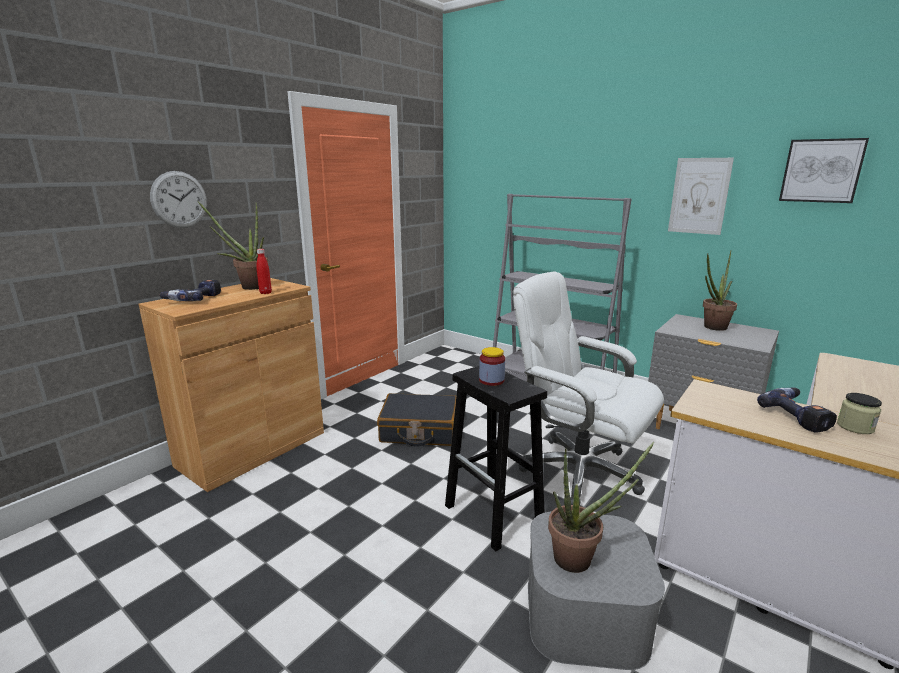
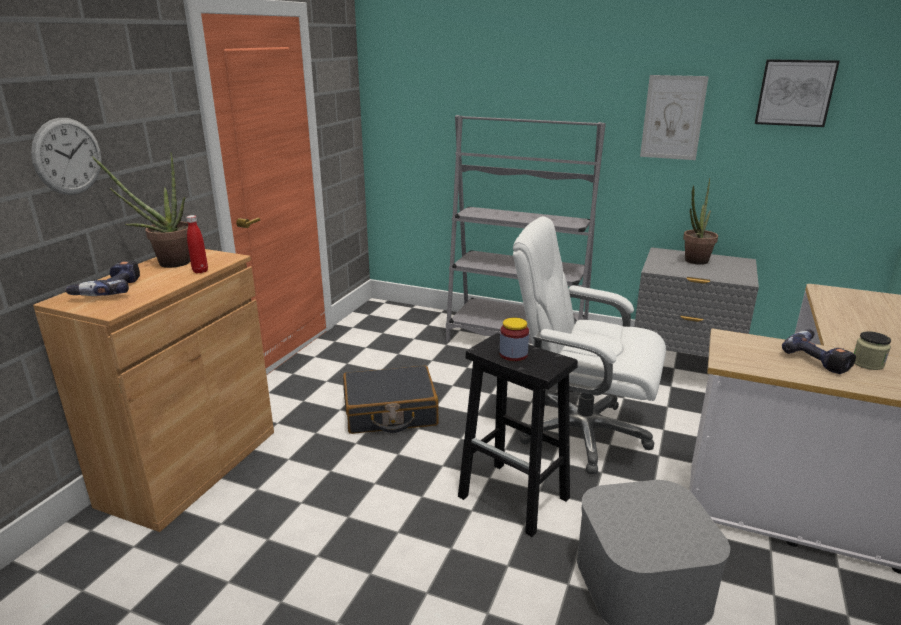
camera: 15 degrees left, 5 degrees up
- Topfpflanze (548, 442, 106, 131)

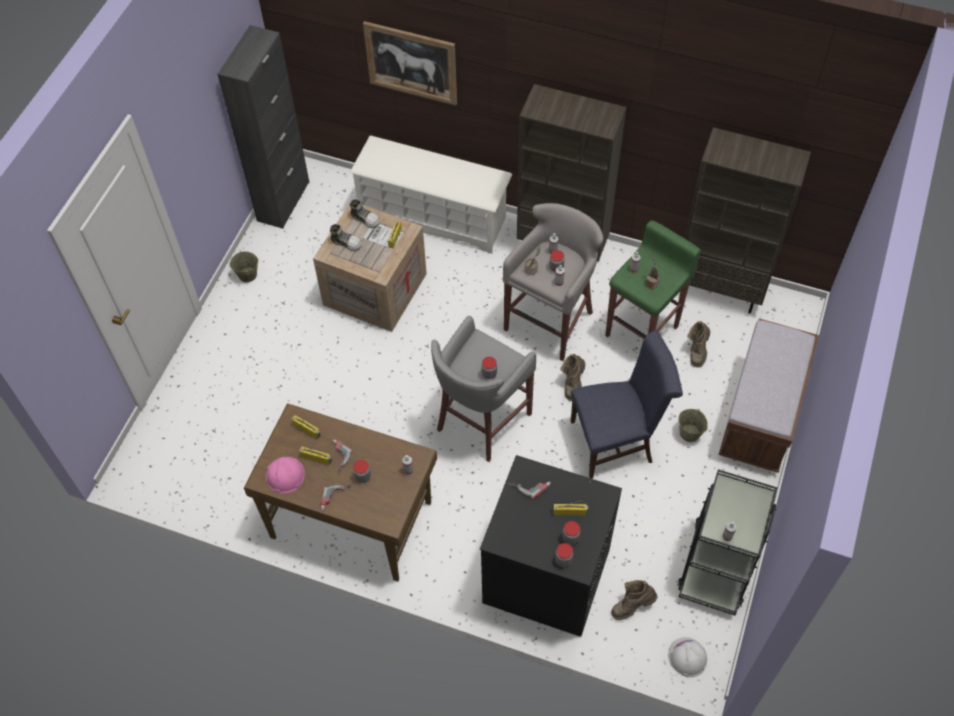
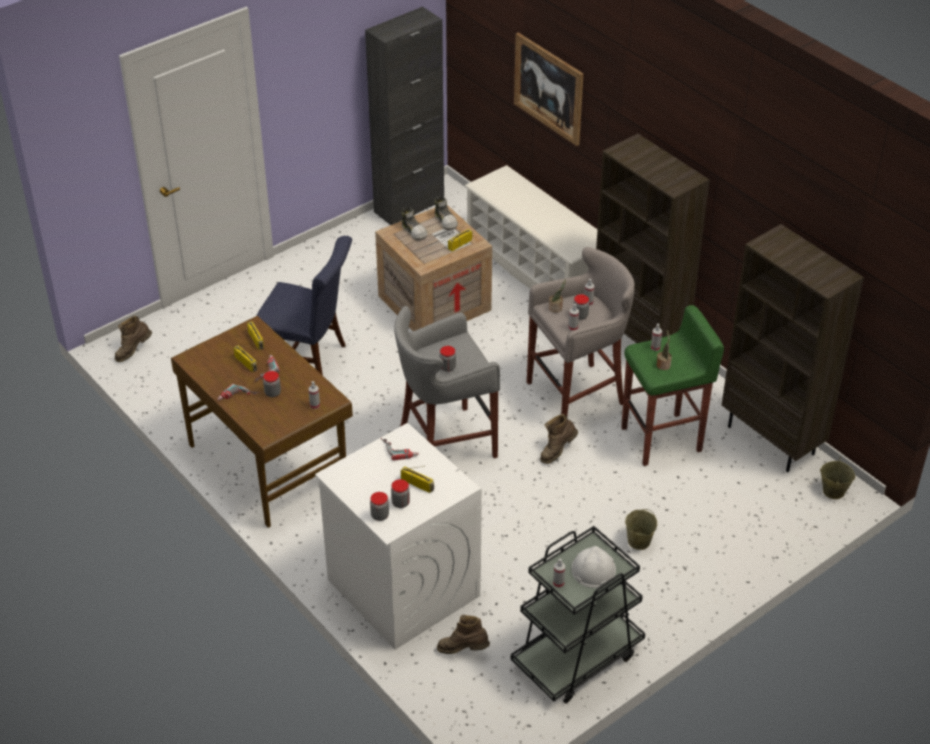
camera: 30 degrees right, 15 degrees down
~ Eimer [beige] (229, 251, 29, 31) to (820, 457, 35, 42)
- Schutzhelm [rosa] (266, 457, 39, 37)
~ Waschmaschine [schwarz] (480, 455, 142, 182) to Waschmaschine [weiß] (315, 423, 167, 227)
~ Stuhl [blau] (571, 330, 112, 149) to (256, 236, 96, 139)
~ Schutzhelm [weiß] (668, 637, 39, 40) to (571, 546, 45, 42)
~ Stiefel [braun] (688, 321, 22, 46) to (115, 316, 37, 46)
- Bank [braun] (718, 319, 101, 154)

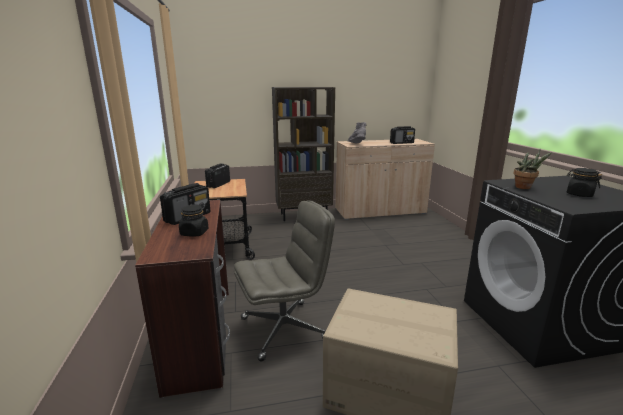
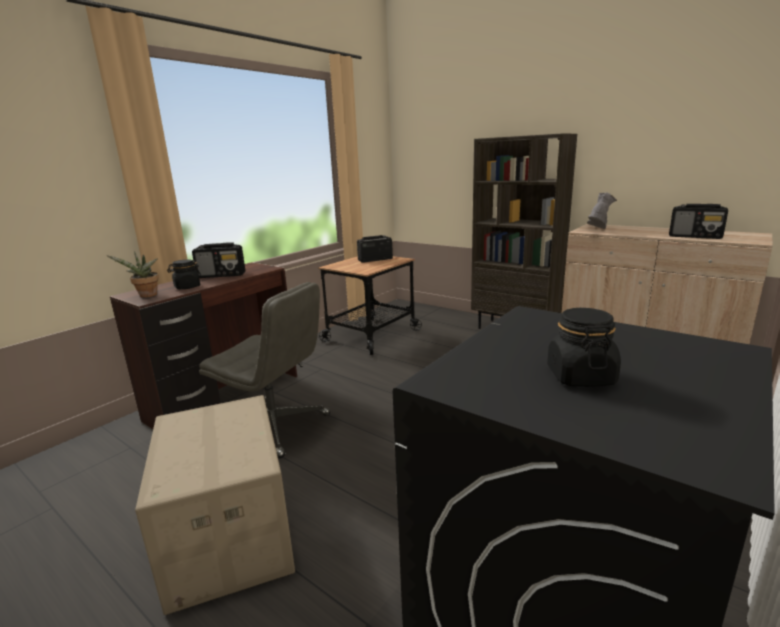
camera: 50 degrees right, 0 degrees up
~ Topfpflanze (513, 150, 39, 39) to (106, 251, 53, 47)

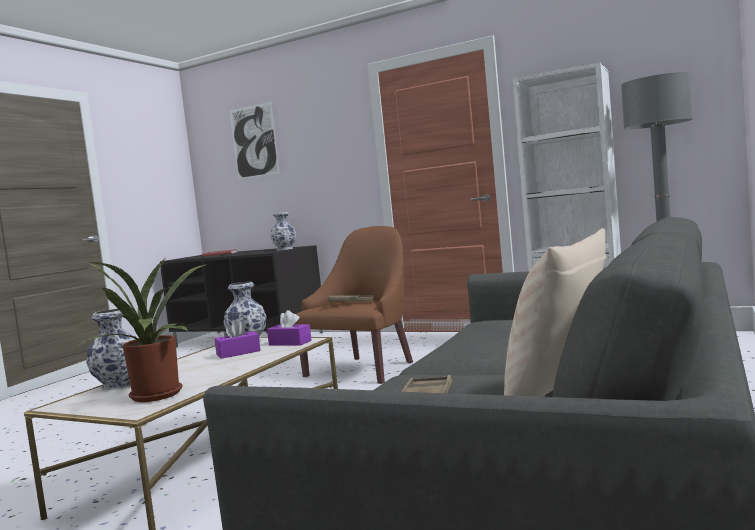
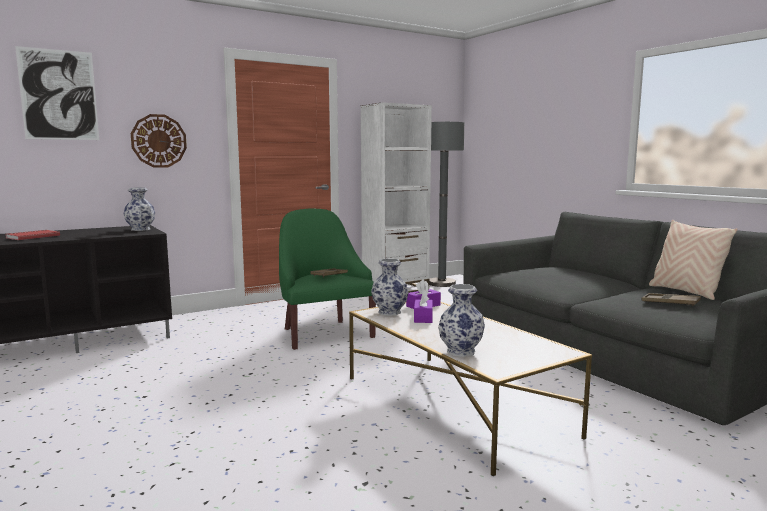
camera: 60 degrees left, 5 degrees up
- Topfpflanze (81, 259, 126, 143)
~ Sessel [braun] (295, 226, 118, 158) to Sessel [grün] (279, 209, 97, 141)
+ Wanduhr (131, 114, 56, 54)

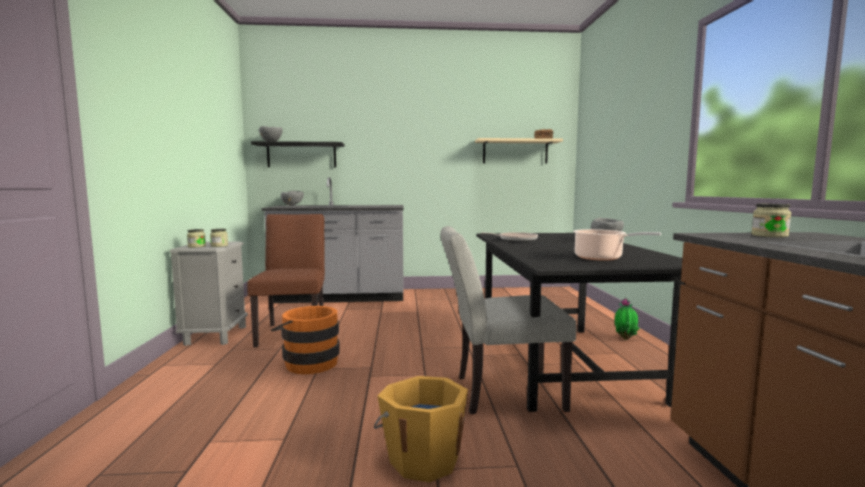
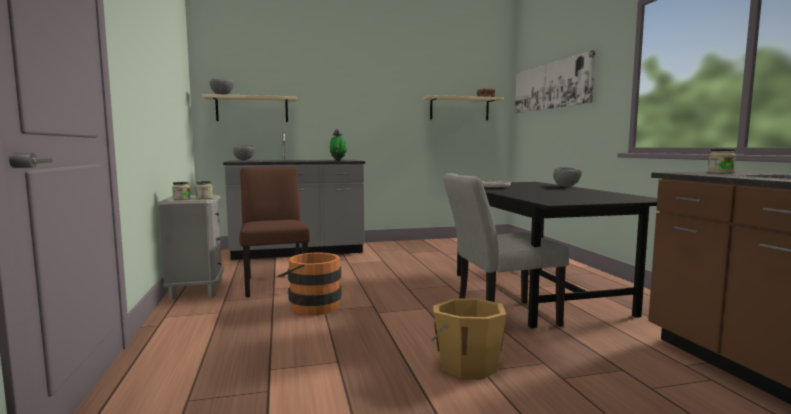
camera: 10 degrees left, 0 degrees up
~ Wandregal [schwarz] (251, 141, 93, 27) to Wandregal [beige] (202, 94, 95, 28)
- Kochtopf (573, 229, 88, 32)
~ Topfpflanze (615, 298, 25, 42) to (330, 130, 17, 31)
+ Bild (515, 50, 80, 64)

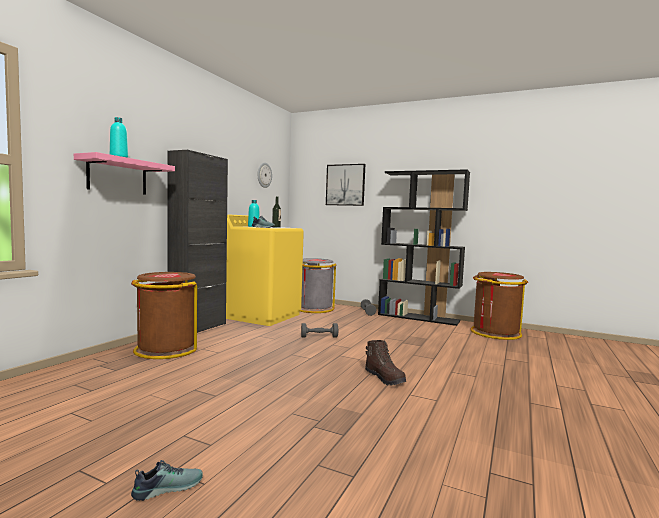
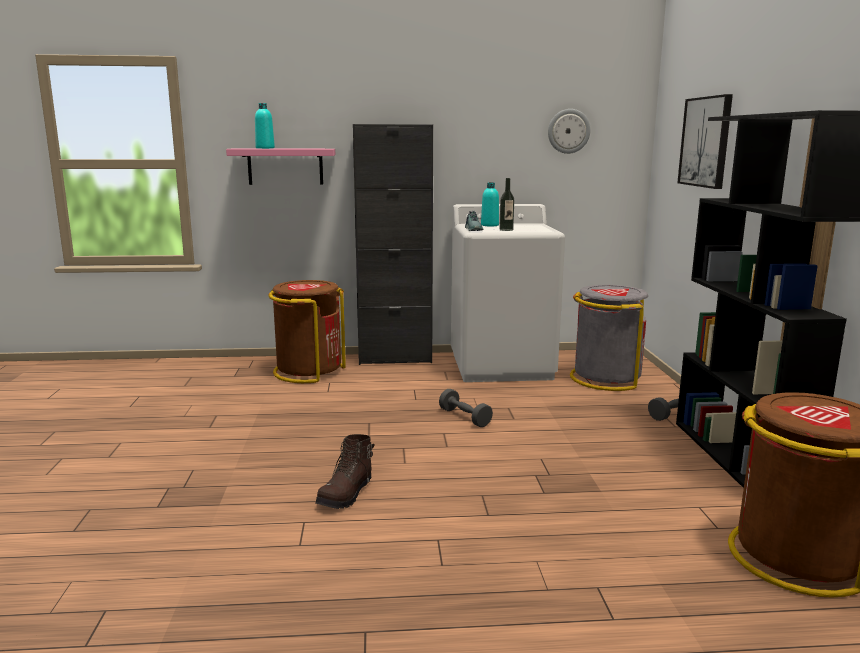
camera: 60 degrees right, 10 degrees up
- Schuh (131, 460, 72, 41)
~ Waschmaschine [gelb] (226, 214, 78, 112) to Waschmaschine [weiß] (451, 204, 114, 178)

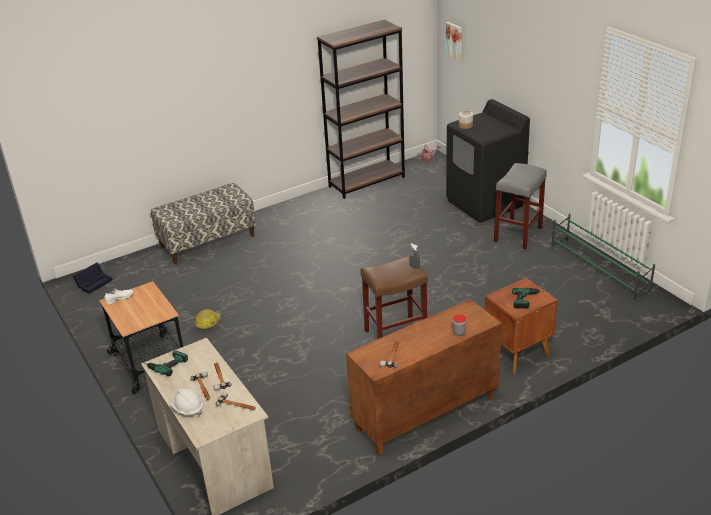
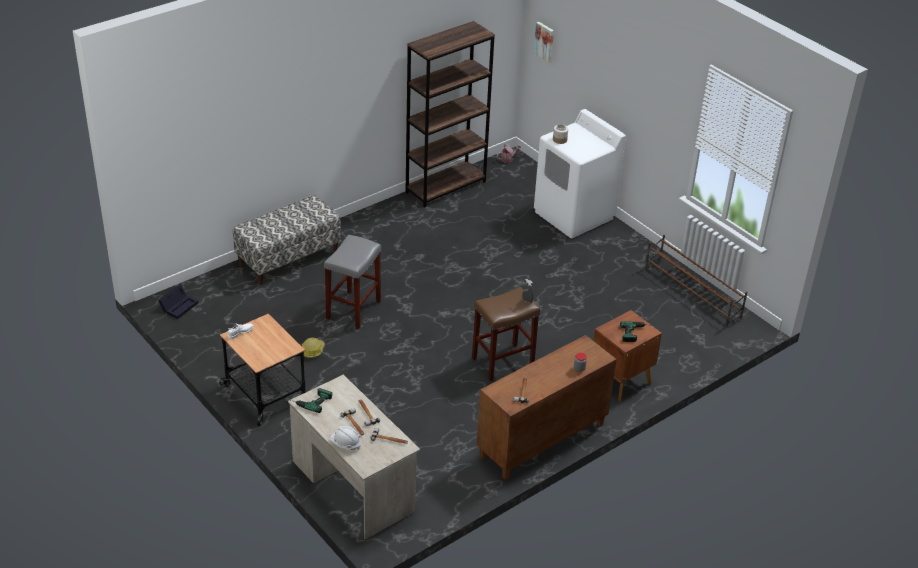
camera: 10 degrees left, 5 degrees up
~ Waschmaschine [schwarz] (446, 99, 84, 124) to Waschmaschine [weiß] (534, 109, 92, 129)
~ Hocker [grau] (494, 163, 53, 86) to (324, 235, 57, 94)
~ Schuhregal [grün] (551, 214, 104, 88) to Schuhregal [braun] (645, 235, 103, 92)

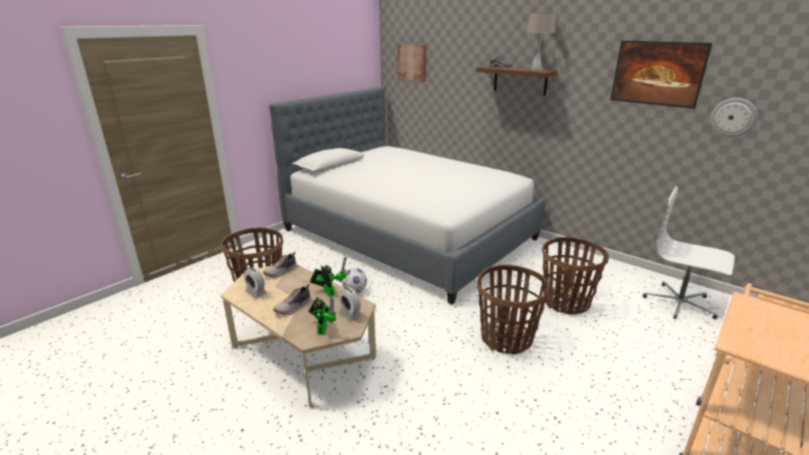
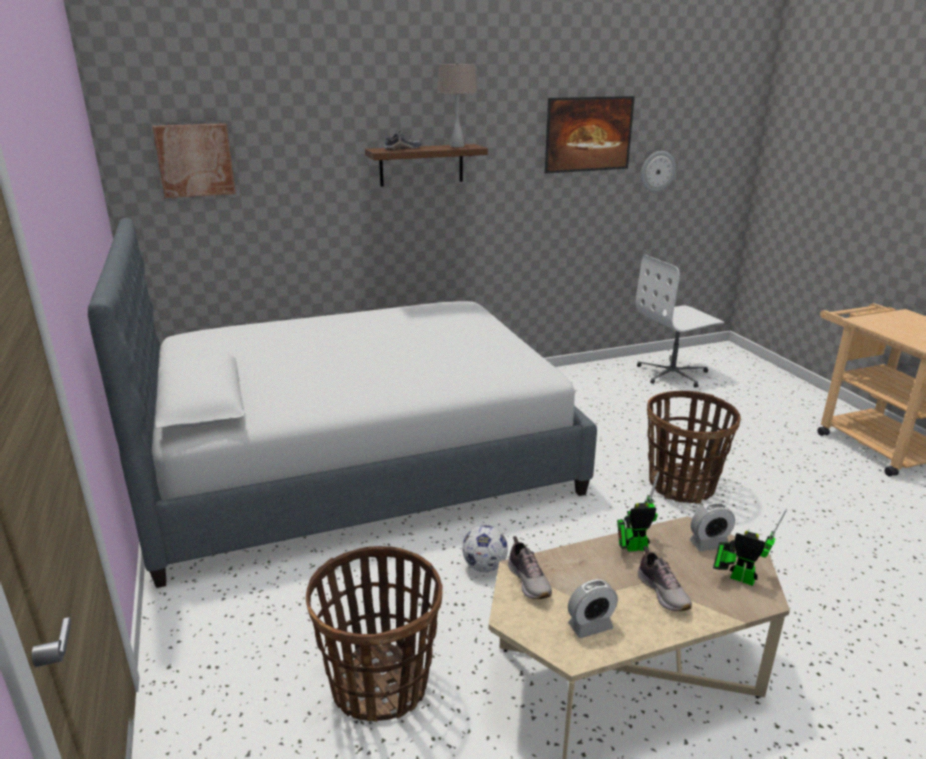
camera: 60 degrees left, 0 degrees up
- Korb (542, 237, 67, 78)

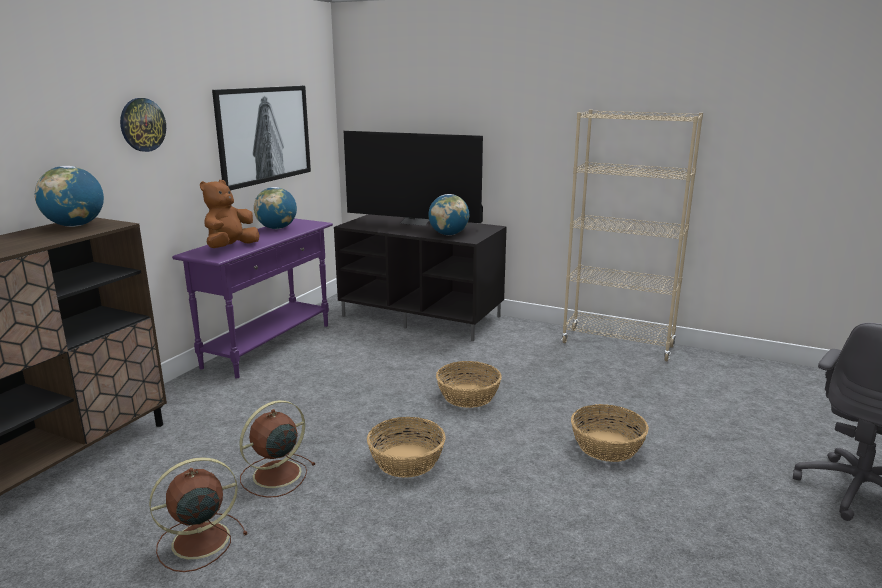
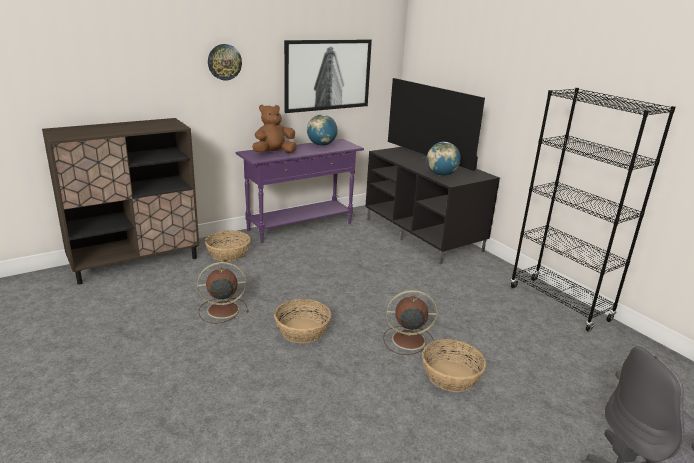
camera: 30 degrees right, 5 degrees up
- Globus (35, 166, 69, 61)
~ Ventilator [braun] (149, 457, 98, 115) to (383, 290, 54, 65)
~ Korb (436, 361, 66, 47) to (205, 231, 46, 31)
~ Bücherregal [beige] (561, 110, 142, 251) to Bücherregal [schwarz] (510, 88, 166, 244)

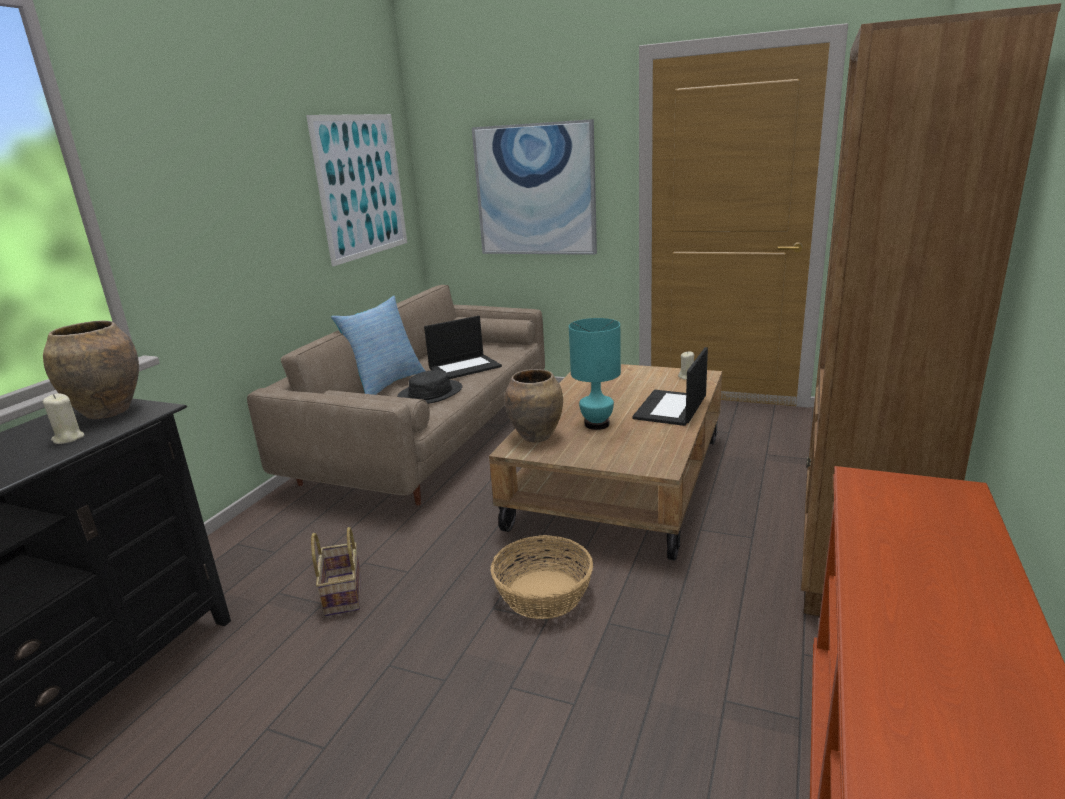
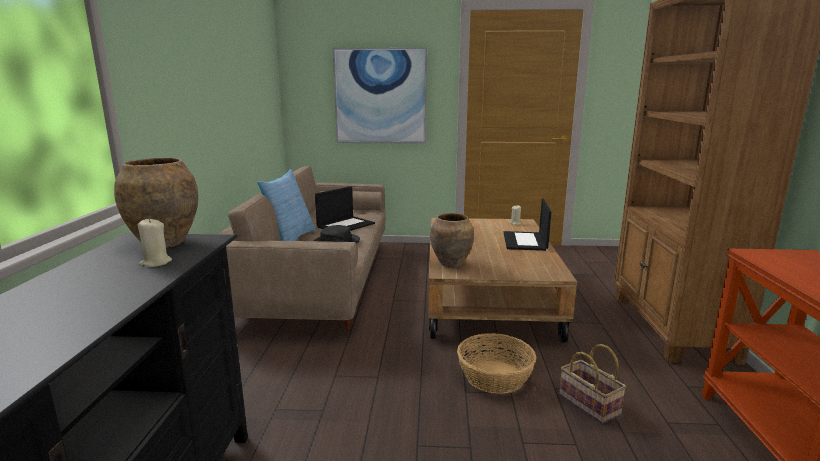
camera: 20 degrees left, 5 degrees down
- Bild (306, 114, 101, 152)
~ Korb (311, 527, 50, 89) to (559, 344, 67, 80)
- Tischlampe [türkis] (569, 318, 52, 112)

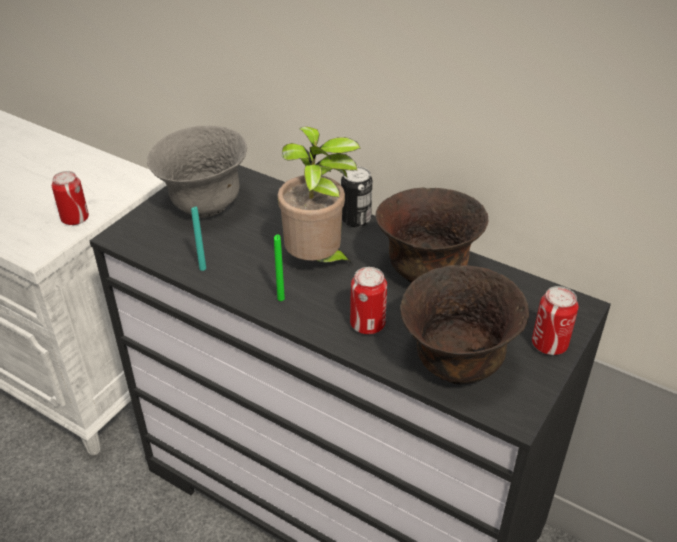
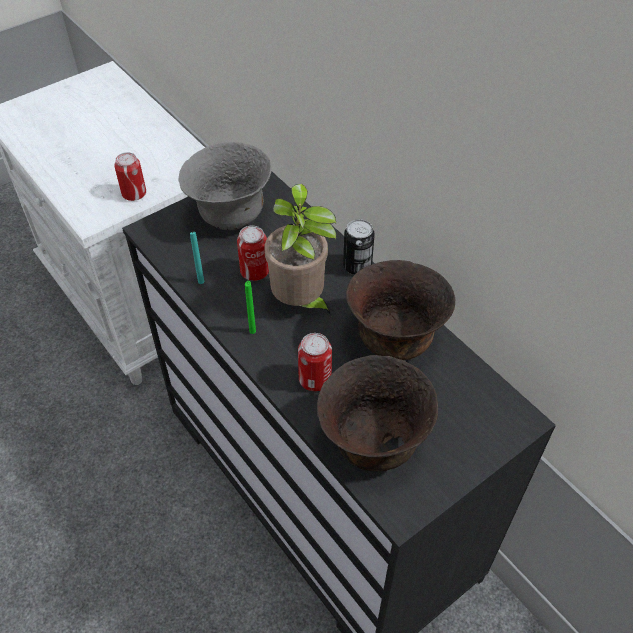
camera: 20 degrees right, 10 degrees up
~ Dose (532, 286, 46, 69) to (237, 226, 32, 55)

